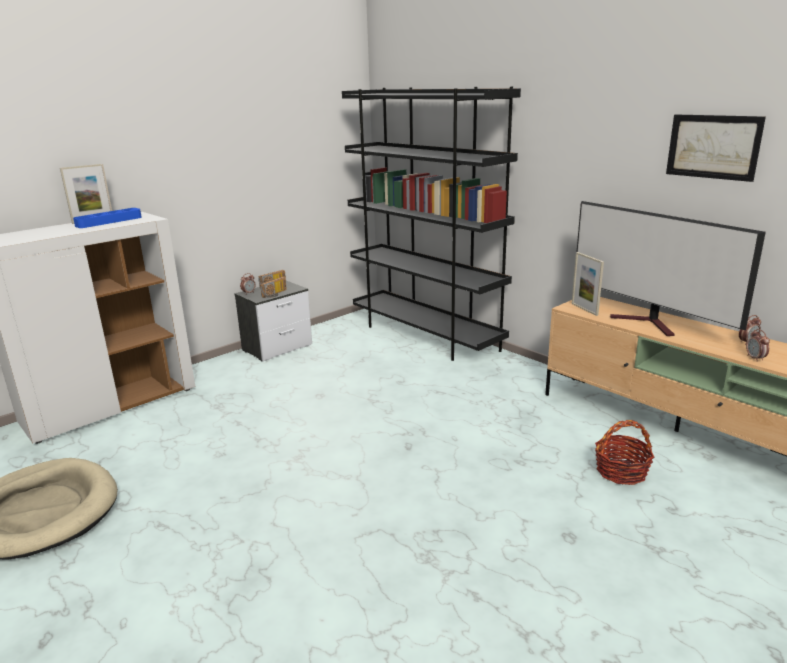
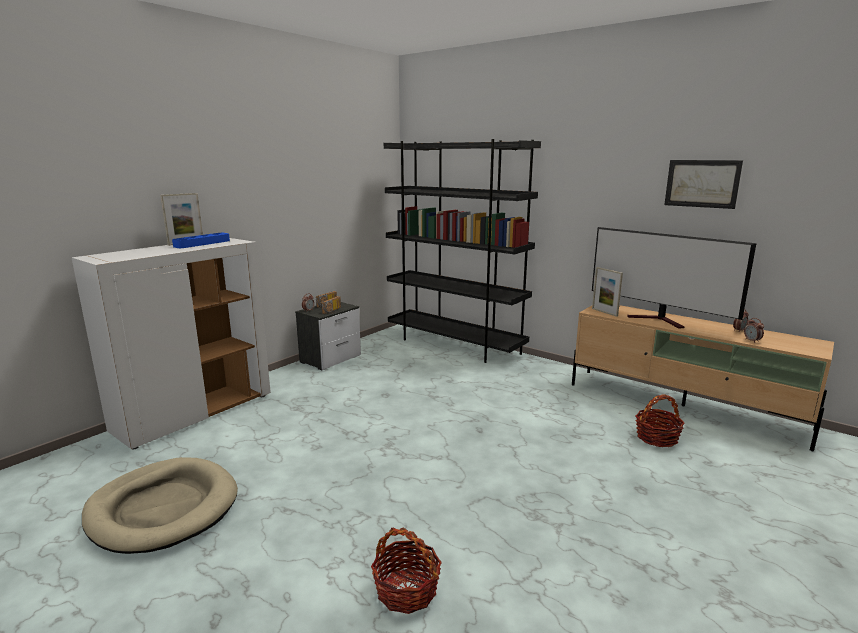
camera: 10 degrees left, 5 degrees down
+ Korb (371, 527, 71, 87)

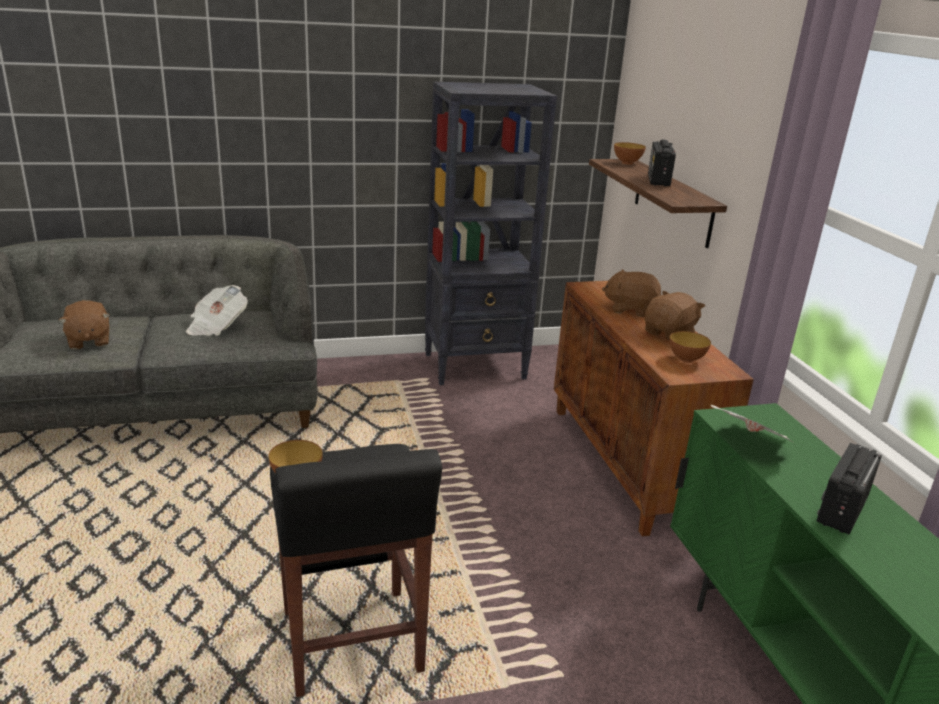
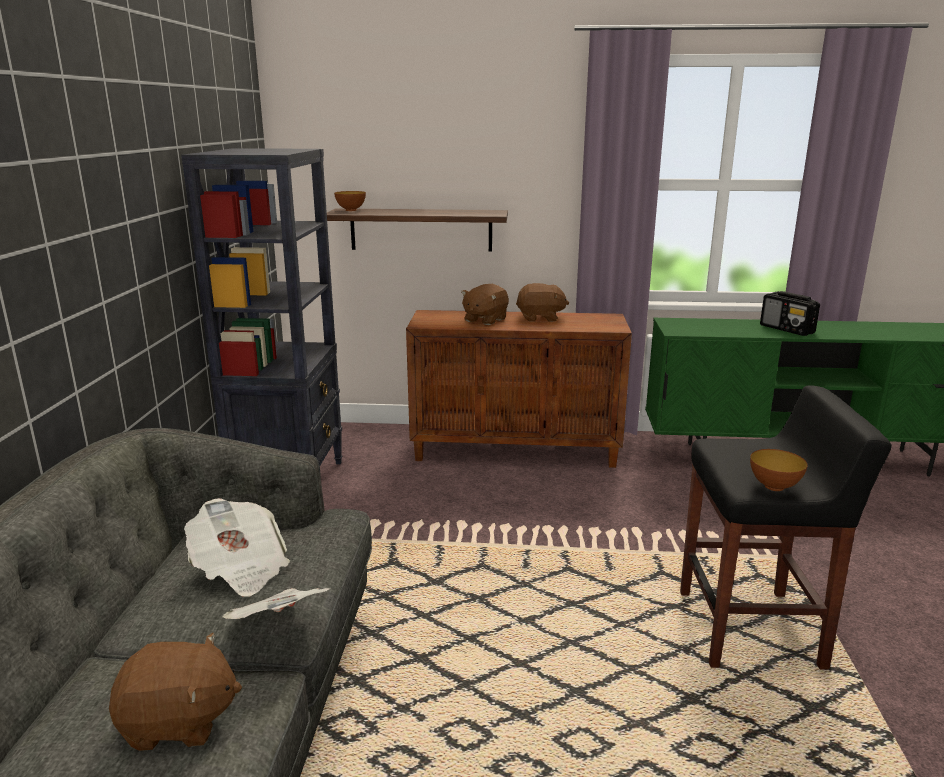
camera: 70 degrees left, 5 degrees down
~ Plüschtier [braun] (645, 291, 60, 49) = (516, 283, 53, 39) 120 degrees clockwise
- Radio (648, 140, 28, 47)
- Schüssel (669, 331, 42, 32)
~ Zeitung (711, 405, 83, 38) to (222, 588, 108, 31)

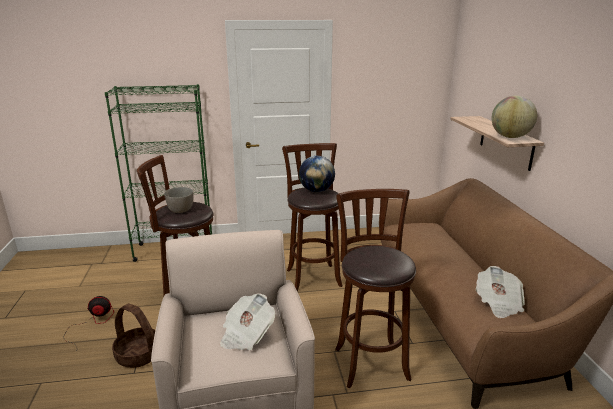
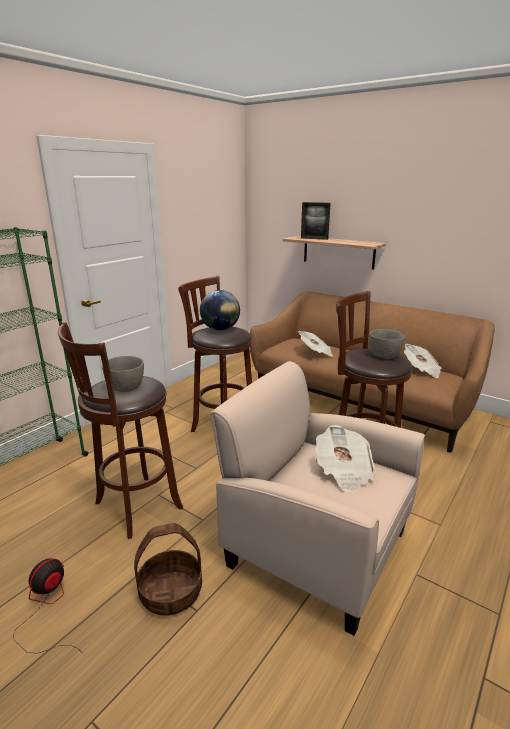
camera: 45 degrees left, 0 degrees up
- Globus (491, 96, 46, 42)
+ Zeitung (298, 331, 35, 26)
+ Bilderrahmen (301, 202, 30, 38)
+ Schüssel [grau] (369, 329, 36, 30)

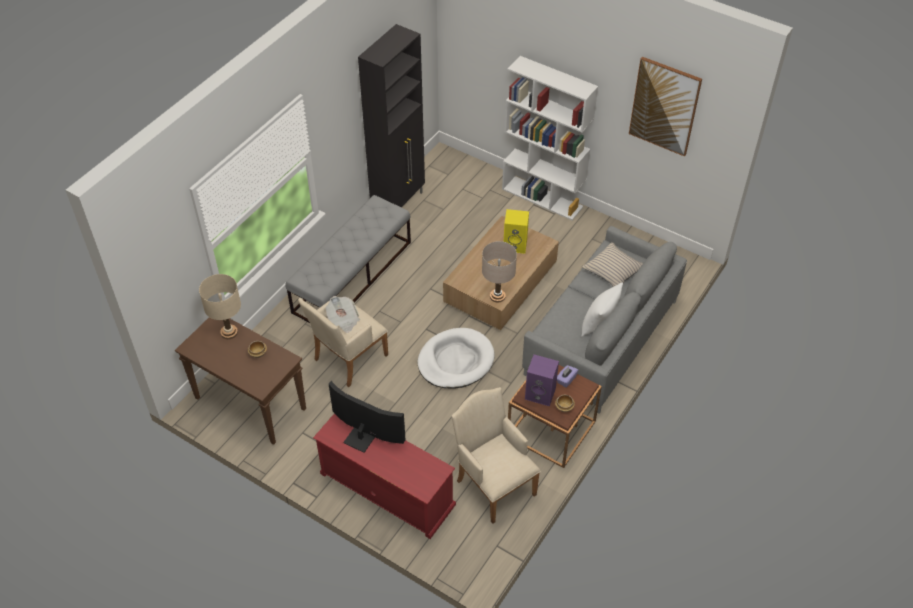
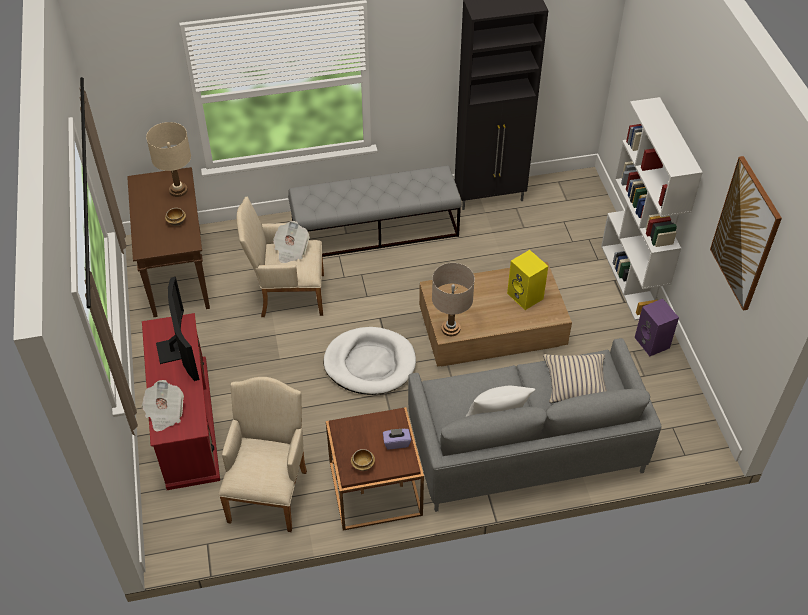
camera: 45 degrees right, 0 degrees up
~ Lautsprecher [lila] (525, 355, 34, 51) to (634, 299, 45, 57)
+ Zeitung (141, 380, 43, 52)

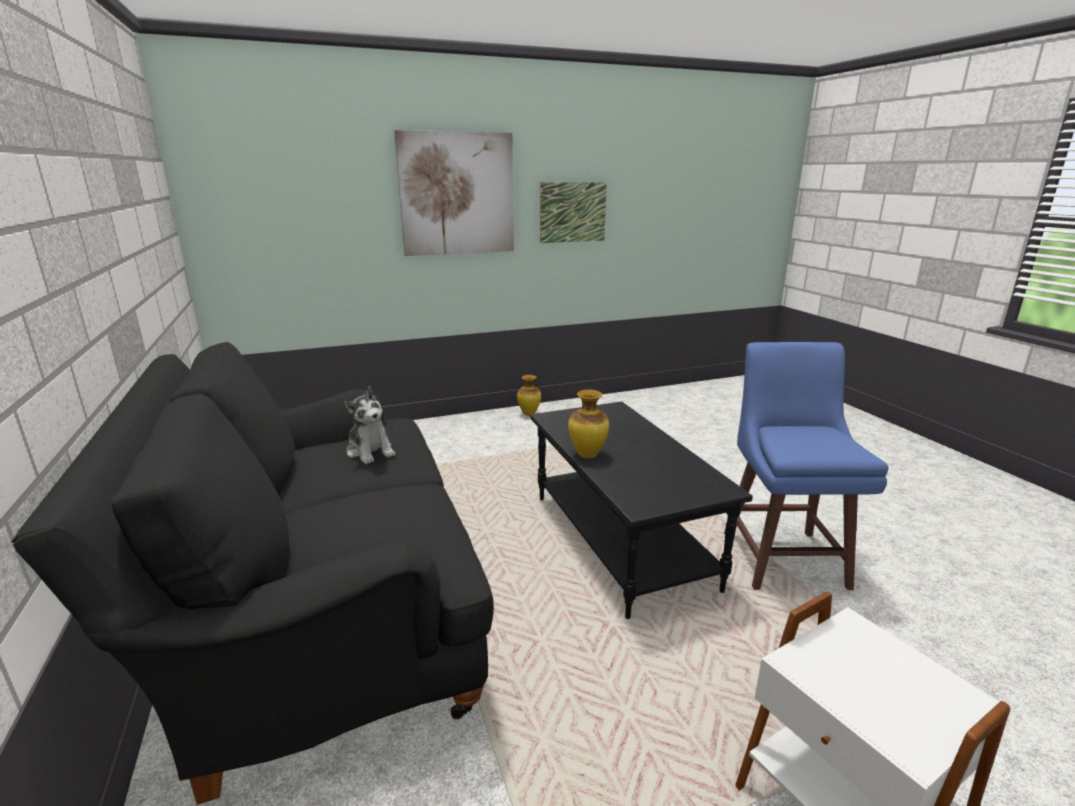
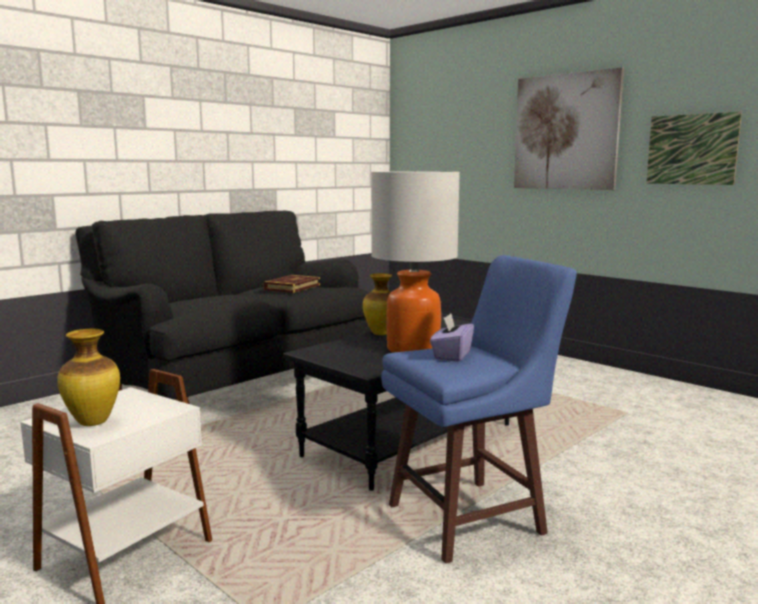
camera: 65 degrees right, 10 degrees down
~ Plüschtier (344, 386, 51, 78) to Buch (264, 275, 56, 18)
~ Vase (517, 375, 24, 41) to (57, 329, 63, 97)
+ Tischlampe (371, 172, 89, 181)
+ Taschentuchbox [lila] (430, 314, 44, 48)

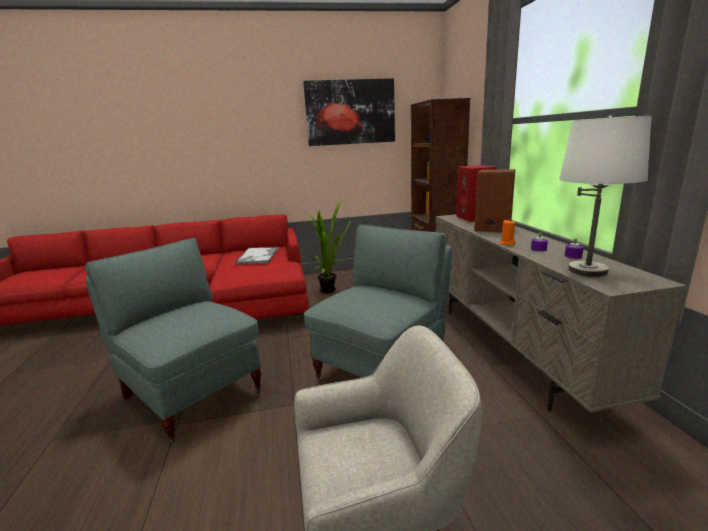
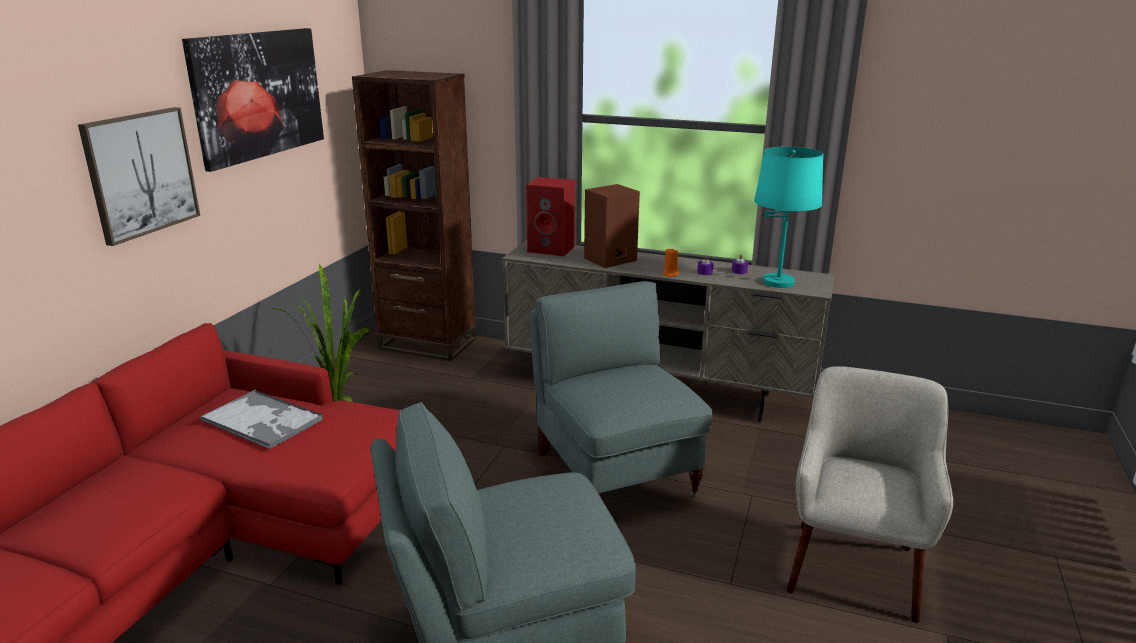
camera: 60 degrees left, 5 degrees up
~ Tischlampe [weiß] (559, 116, 93, 161) to Tischlampe [türkis] (754, 147, 69, 141)
+ Bild (78, 107, 122, 139)

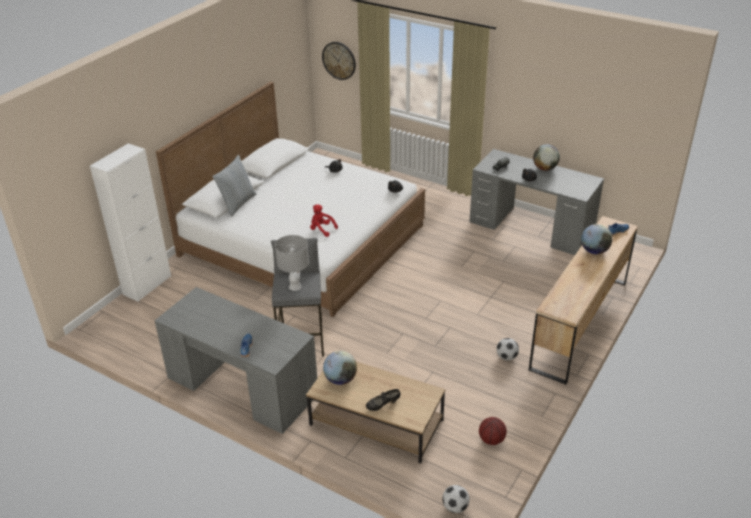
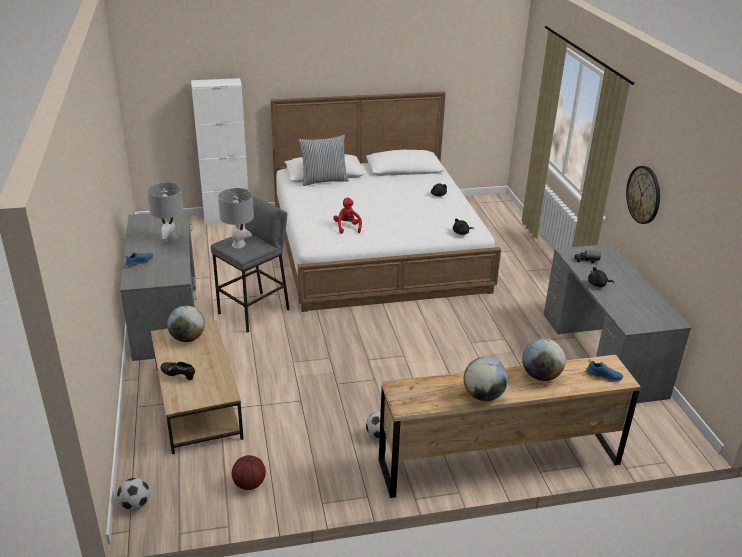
camera: 45 degrees right, 5 degrees down
~ Wanduhr (322, 42, 34, 38) to (626, 166, 34, 58)
~ Globus (533, 144, 27, 27) to (464, 357, 44, 44)
+ Tischlampe [grau] (147, 183, 37, 59)

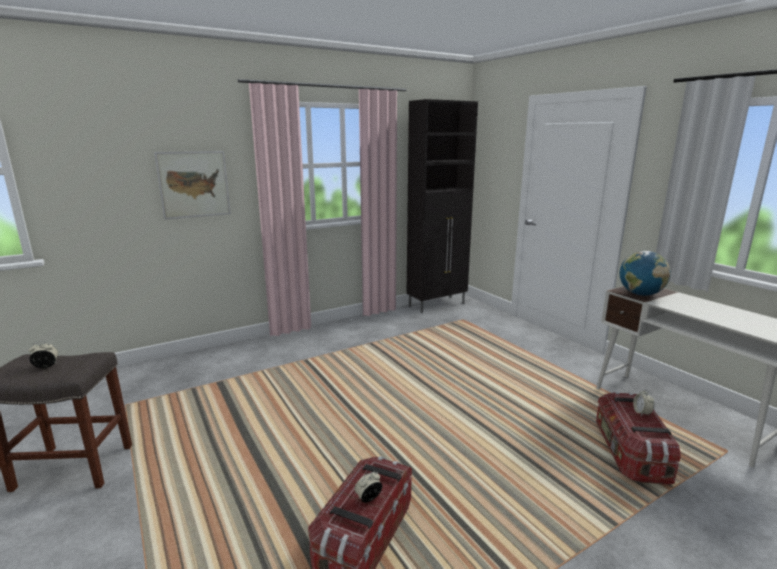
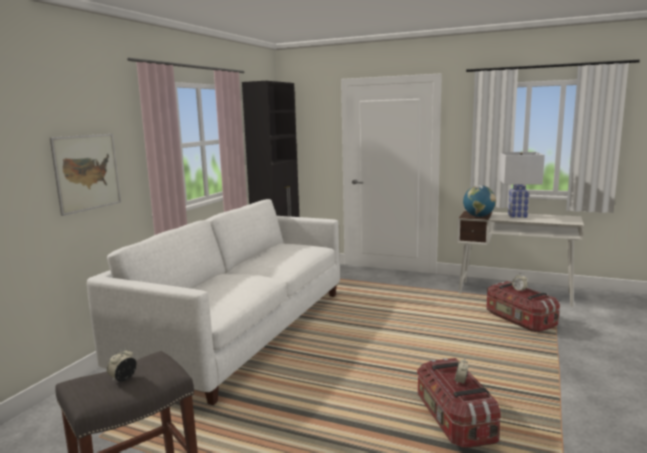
camera: 35 degrees left, 5 degrees down
+ Sofa [weiß] (87, 199, 253, 206)
+ Tischlampe [weiß] (499, 152, 46, 66)

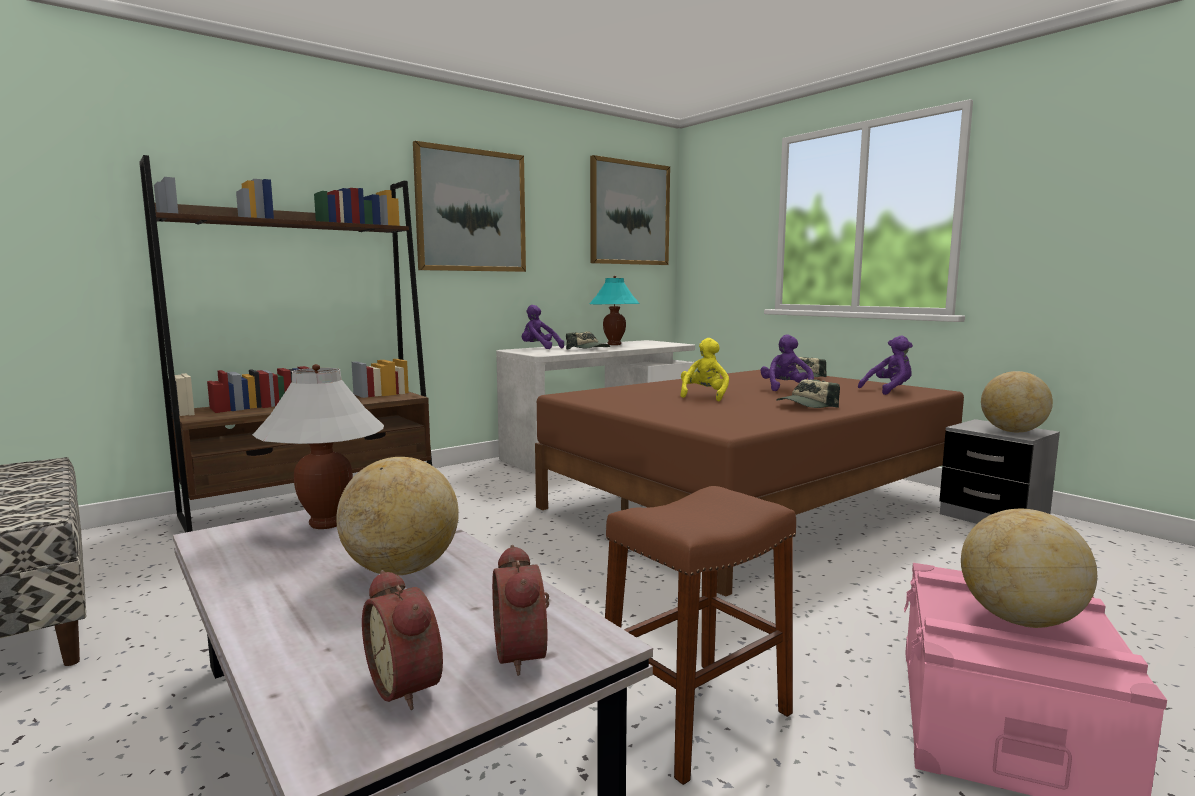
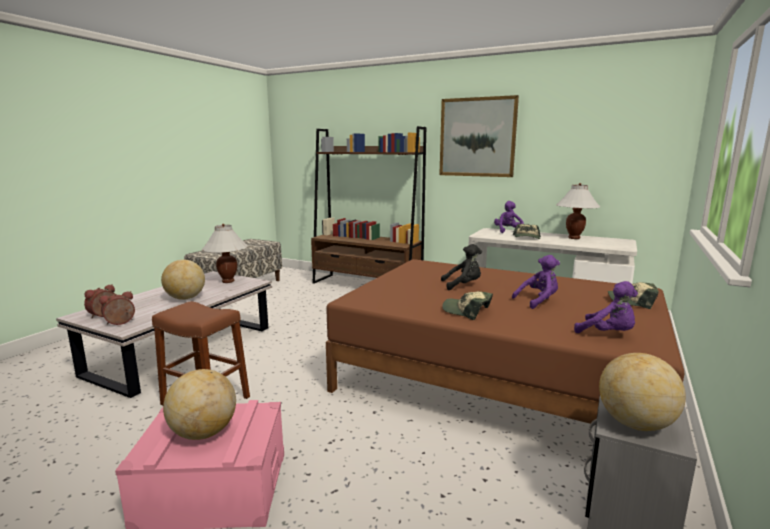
camera: 65 degrees right, 5 degrees up
~ Tischlampe [türkis] (589, 276, 51, 69) to Tischlampe [weiß] (556, 183, 44, 56)
- Bild (590, 155, 80, 110)
~ Plüschtier [gelb] (680, 338, 49, 63) to Plüschtier [schwarz] (441, 244, 41, 46)

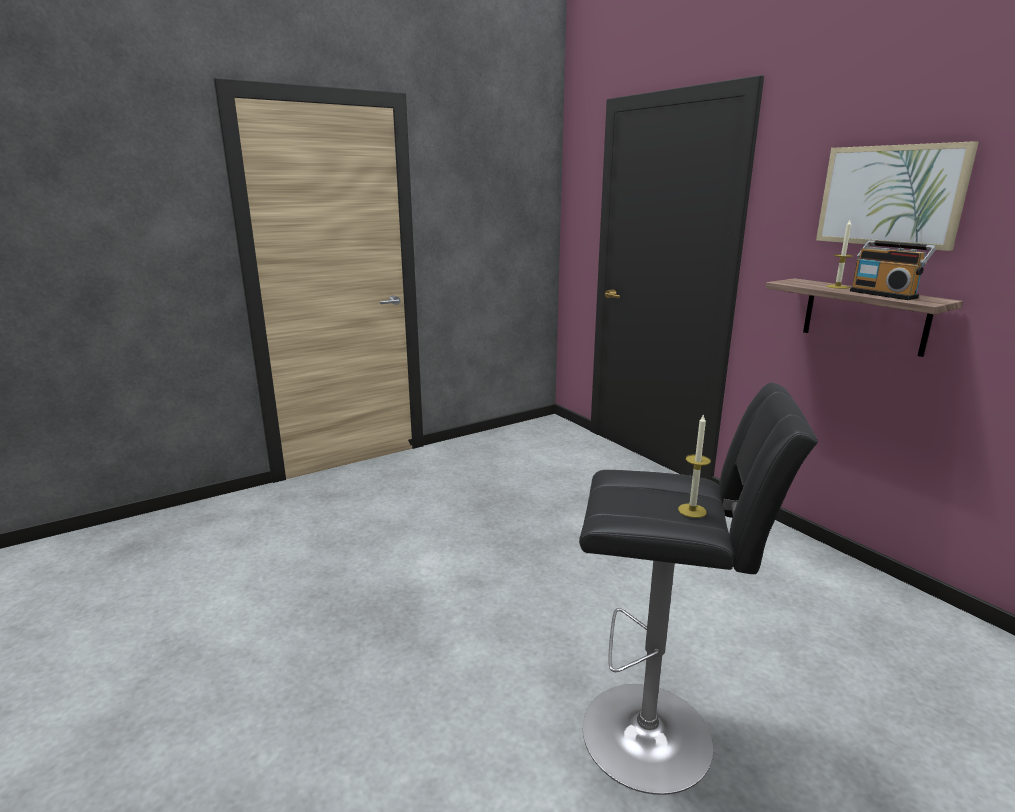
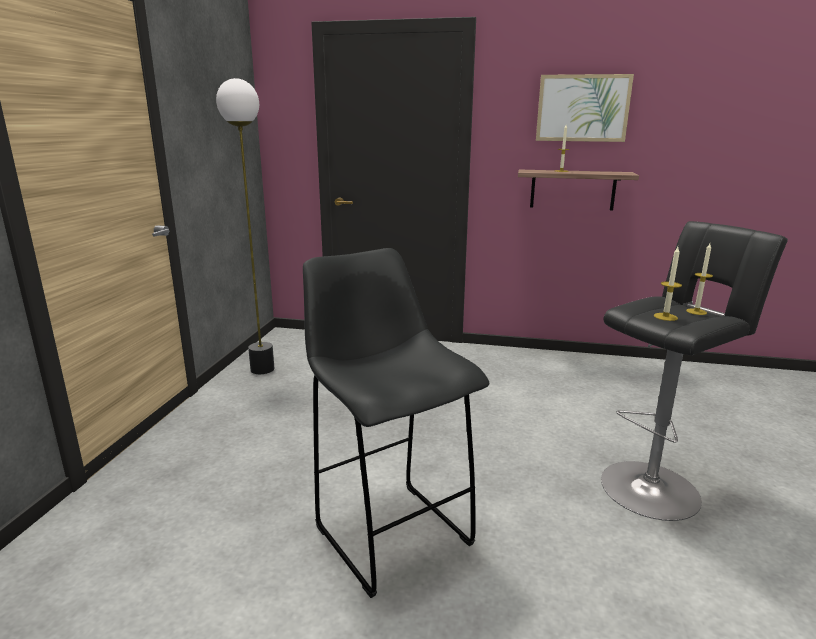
camera: 45 degrees left, 0 degrees up
- Radio (850, 240, 86, 60)
+ Stehlampe (216, 78, 58, 296)
+ Hocker [schwarz] (303, 248, 186, 350)
+ Kerze (654, 247, 28, 74)

